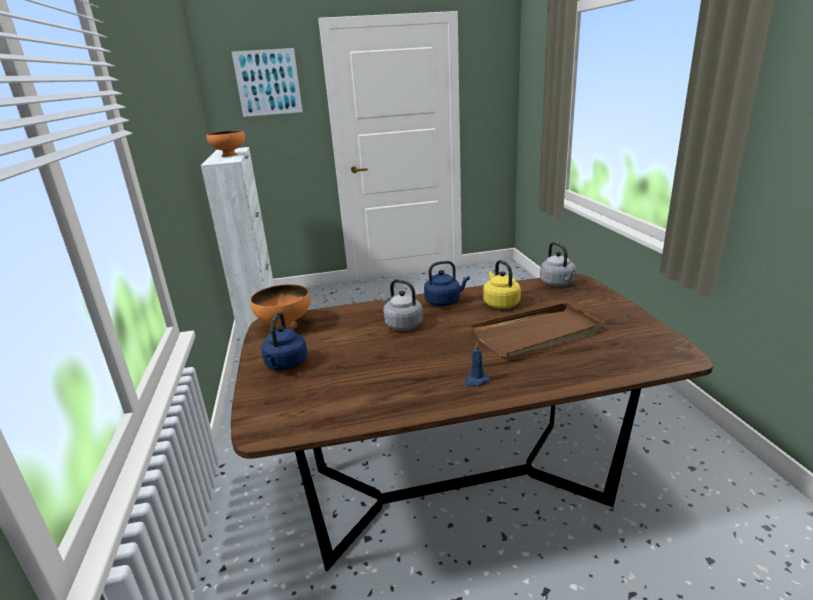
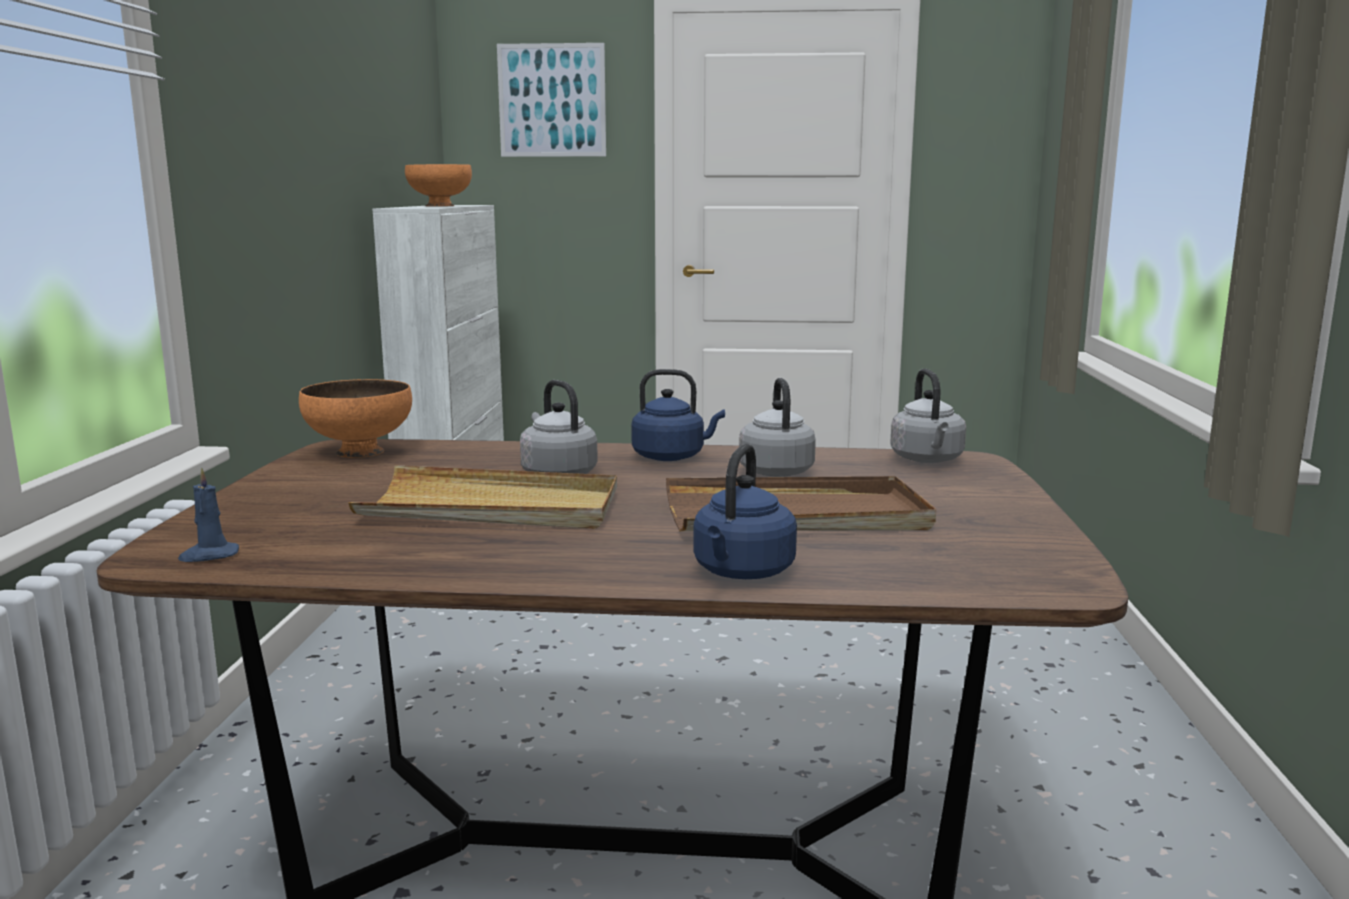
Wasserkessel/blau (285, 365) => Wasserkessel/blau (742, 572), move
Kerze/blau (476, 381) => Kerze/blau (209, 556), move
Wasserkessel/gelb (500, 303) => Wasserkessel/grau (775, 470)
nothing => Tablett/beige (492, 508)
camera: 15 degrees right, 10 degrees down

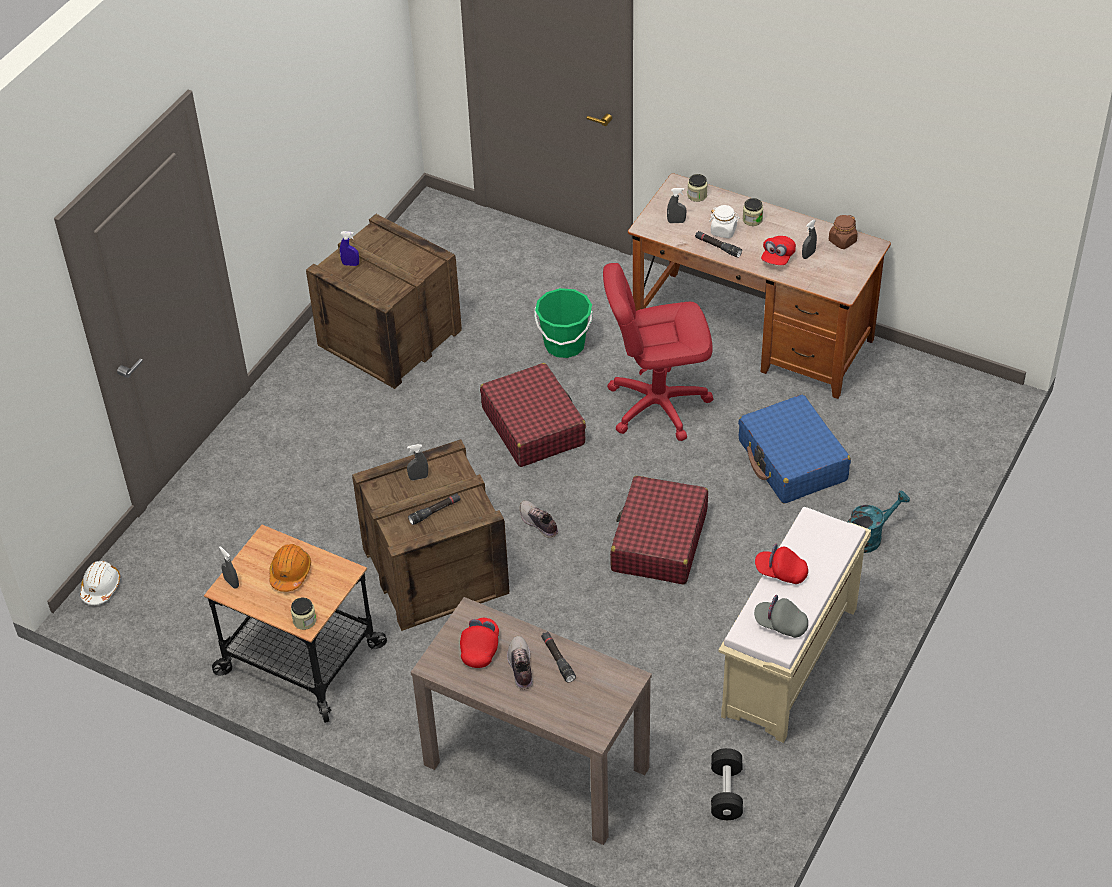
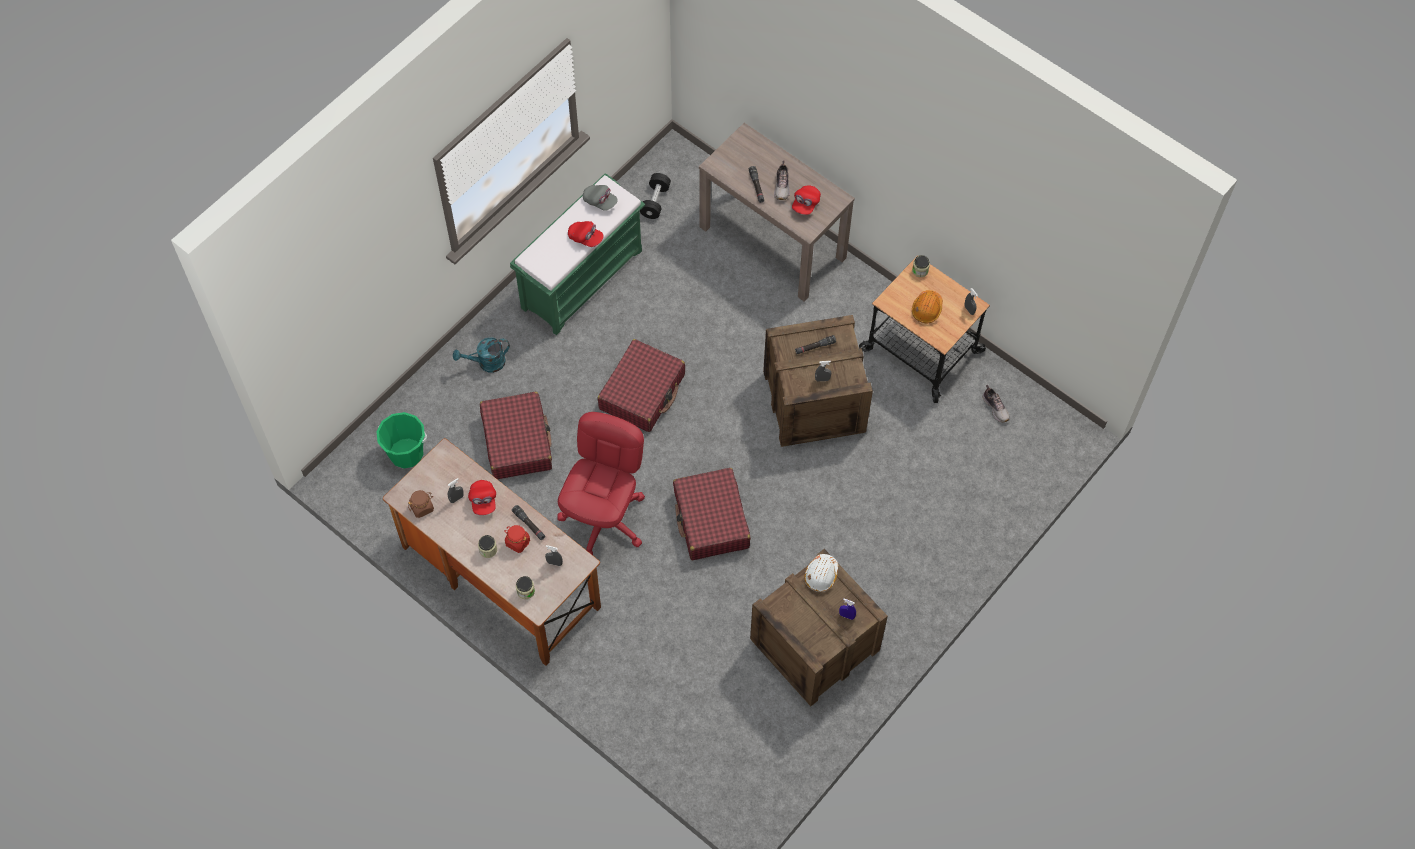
Schutzhelm/weiß (101, 587) => Schutzhelm/weiß (821, 575), move
Schuh (538, 523) => Schuh (996, 408), move
Eimer/grün (564, 345) => Eimer/grün (406, 453), move
Bürostuhl/rot (657, 405) => Bürostuhl/rot (604, 519), 75 degrees counterclockwise
Vorratsglas/weiß (723, 231) => Vorratsglas/rot (517, 542)
Bank/beige (790, 664) => Bank/grün (582, 278)
Koffer/blau (792, 461) => Koffer/rot (517, 441)
Kappe/rot (777, 258) => Kappe/rot (483, 501), 135 degrees clockwise
camera: 170 degrees left, 15 degrees up

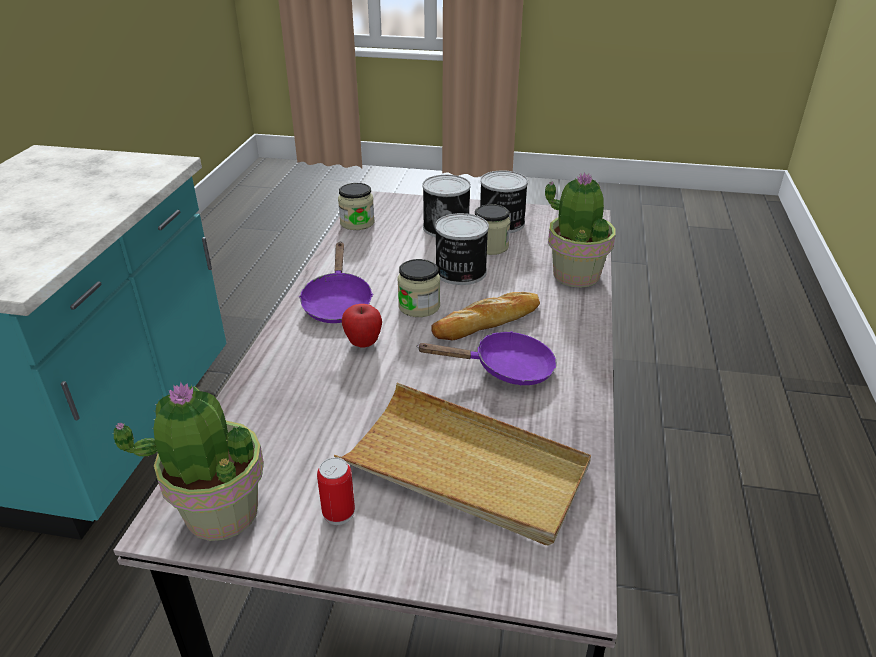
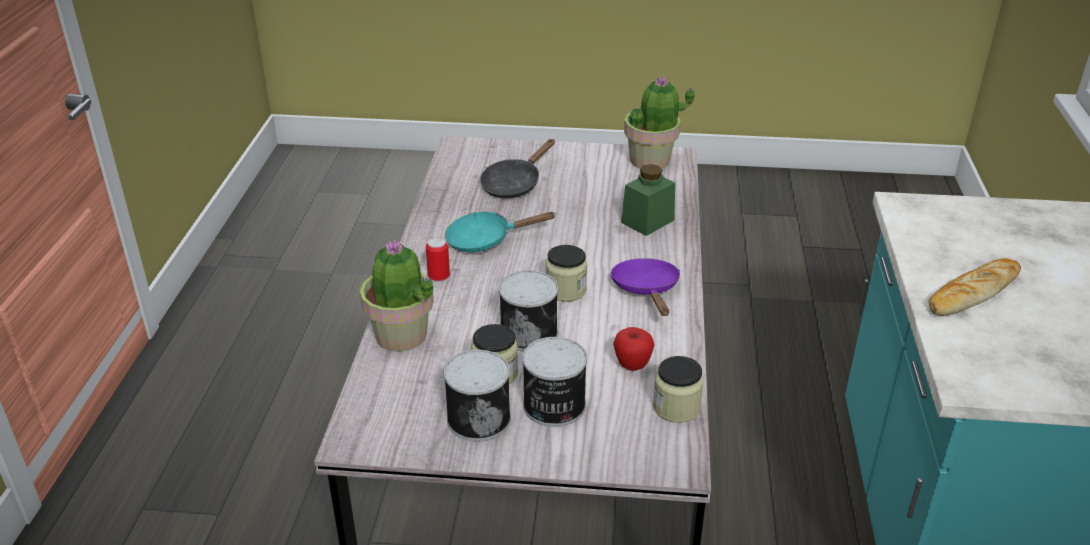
Dose (338, 513) => Dose (439, 277), move
Tablett/beige (465, 467) => Pfanne/schwarz (514, 184)
Apfel (363, 343) => Apfel (632, 365), move
Pfanne/lila (505, 369) => Pfanne/türkis (485, 240)
Brot (488, 321) => Brot (972, 293), move
nothing => Vorratsglas/grün (647, 221)
camera: 175 degrees right, 0 degrees up

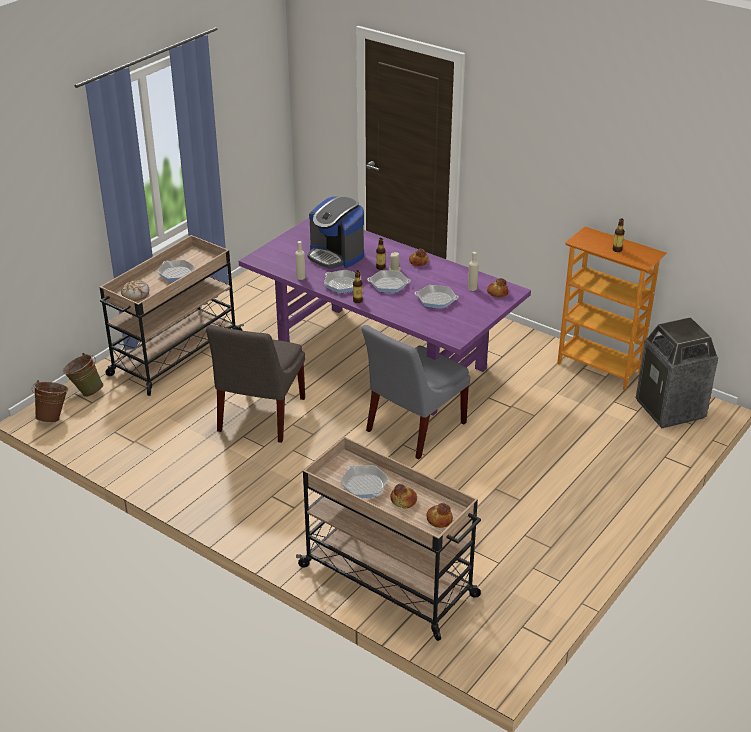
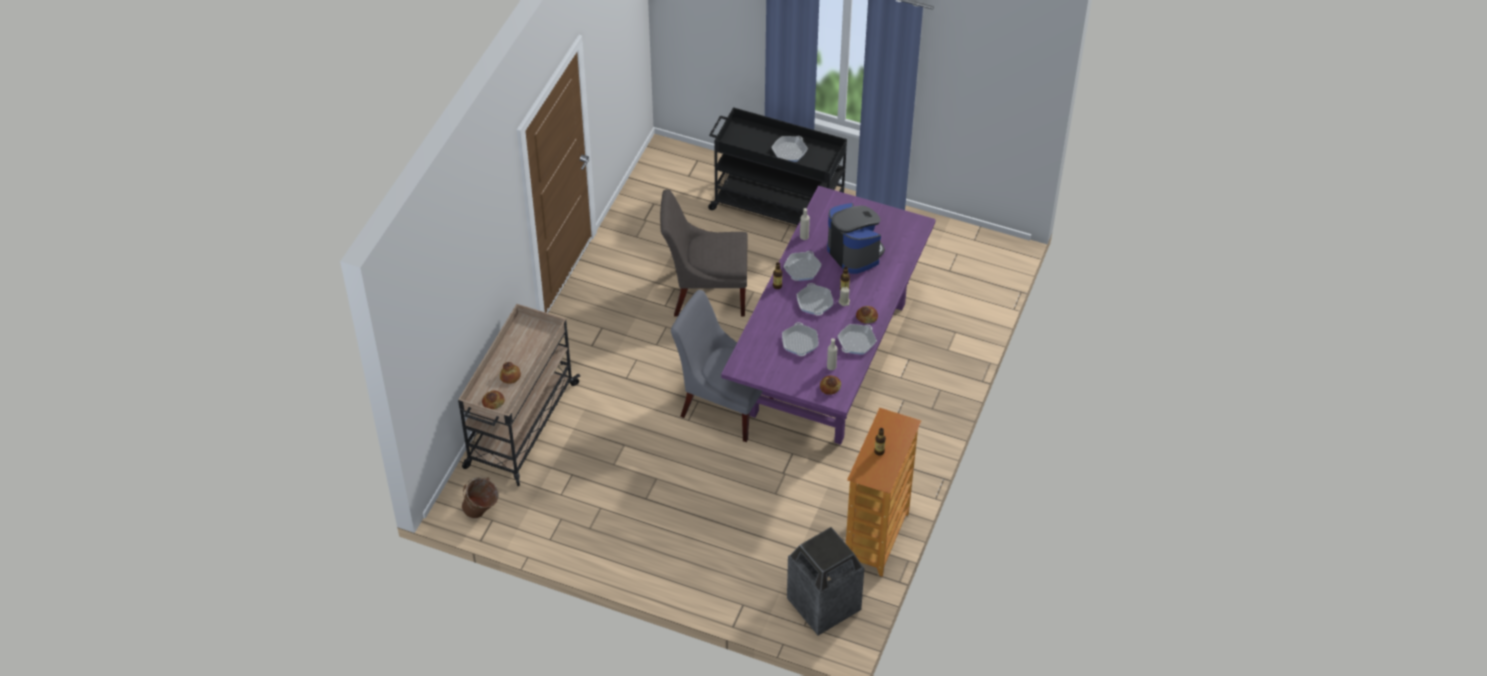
Eimer/braun (54, 417) => Eimer/braun (482, 512), move
Eimer/grün (85, 391) => nothing
Rollwagen/beige (174, 355) => Rollwagen/schwarz (777, 208)
Brot (136, 294) => nothing
Kaffeemaschine (336, 255) => Kaffeemaschine (854, 252), 120 degrees clockwise
Pfanne (364, 485) => Pfanne (856, 342), move
camera: 75 degrees right, 15 degrees up

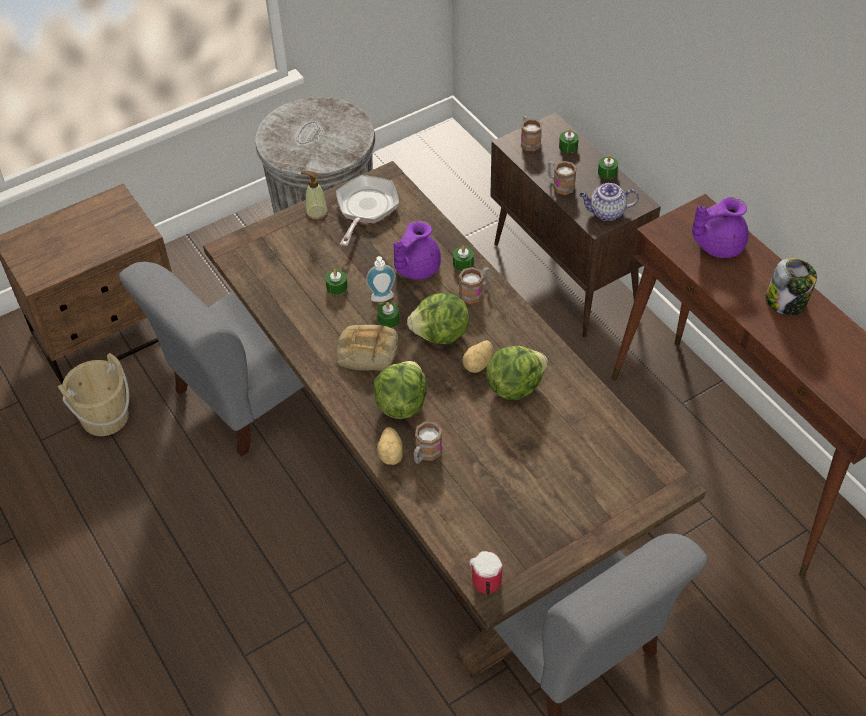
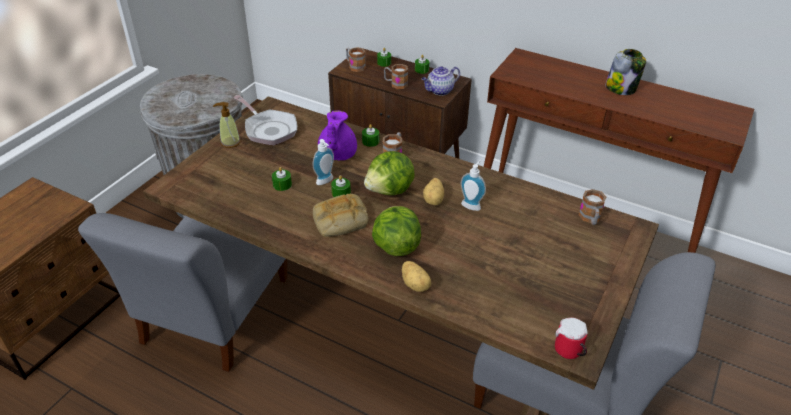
Eimer/beige (105, 417) => nothing
Pfanne (365, 208) => Pfanne (268, 129), 150 degrees clockwise
Henkelbecher (425, 454) => Henkelbecher (590, 219), move
Salatkopf (514, 386) => Seifenspender (472, 205)
Teekanne/lila (717, 245) => nothing
camera: 30 degrees left, 10 degrees down

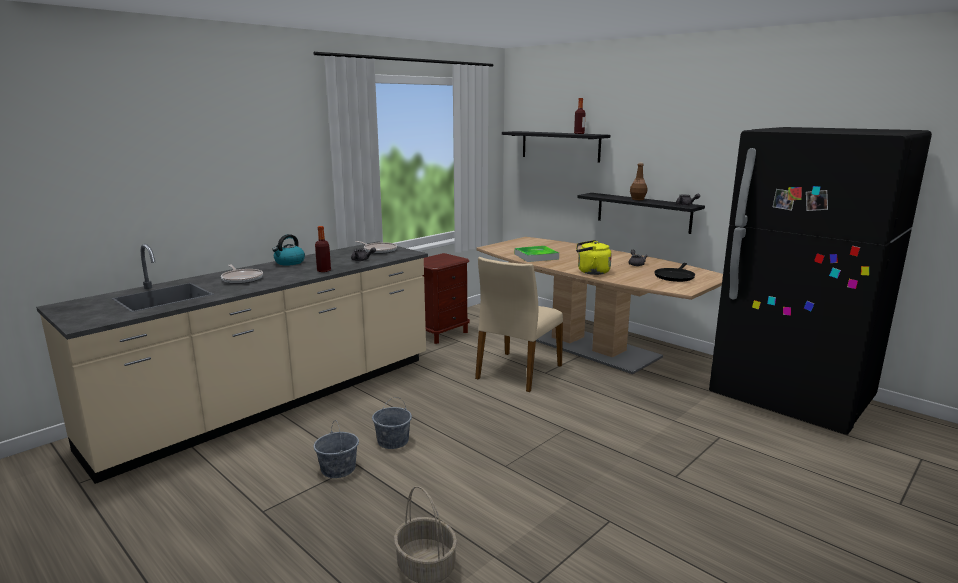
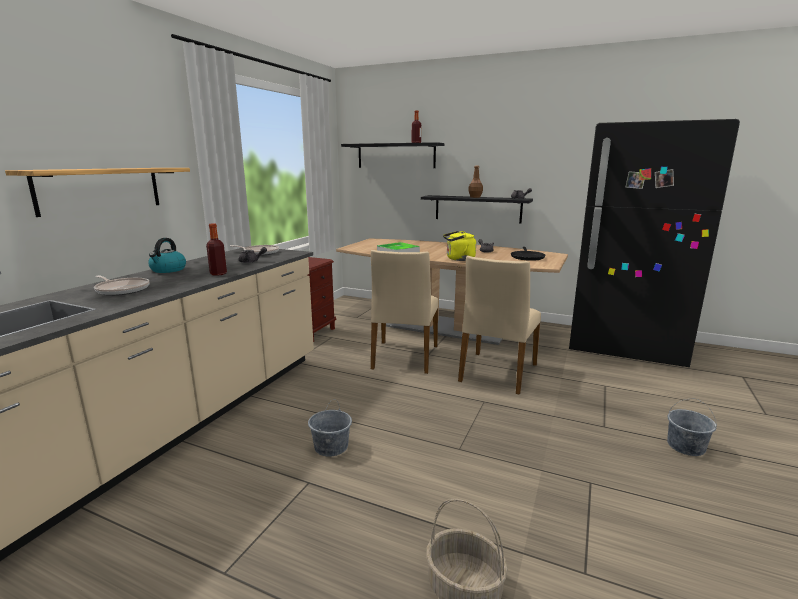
Eimer/grau (338, 469) => Eimer/grau (685, 446), move
nothing => Wandregal (100, 189)
nothing => Stuhl/beige (497, 372)
camera: 20 degrees left, 0 degrees up

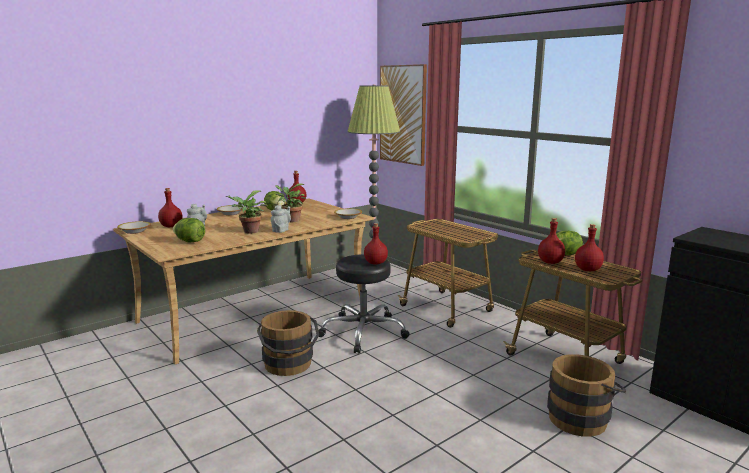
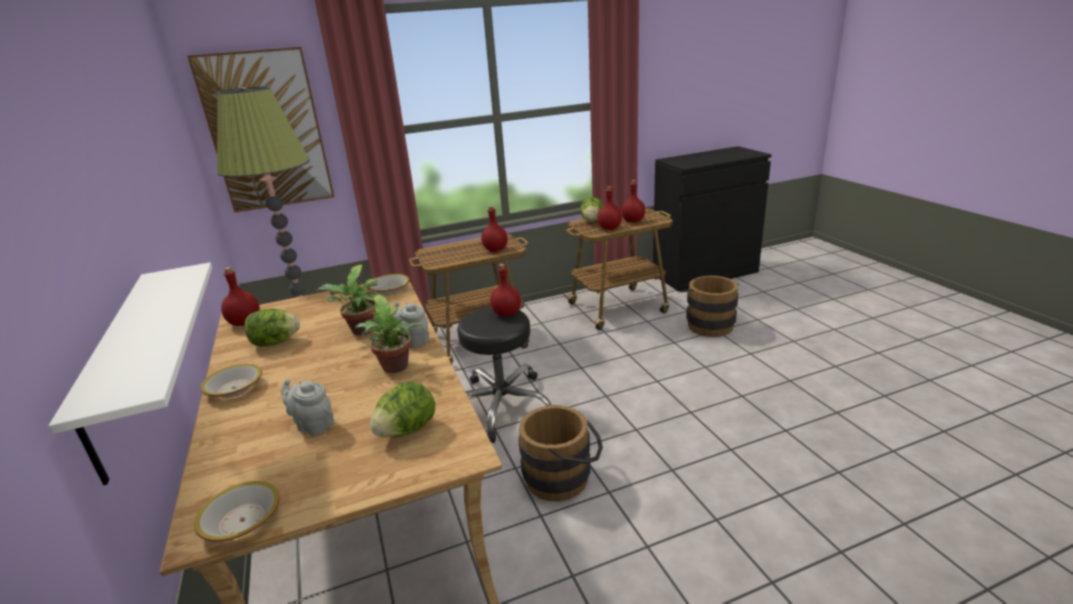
Flasche/rot (171, 226) => Flasche/rot (495, 250), move
nothing => Wandregal/weiß (121, 368)
camera: 70 degrees left, 10 degrees up

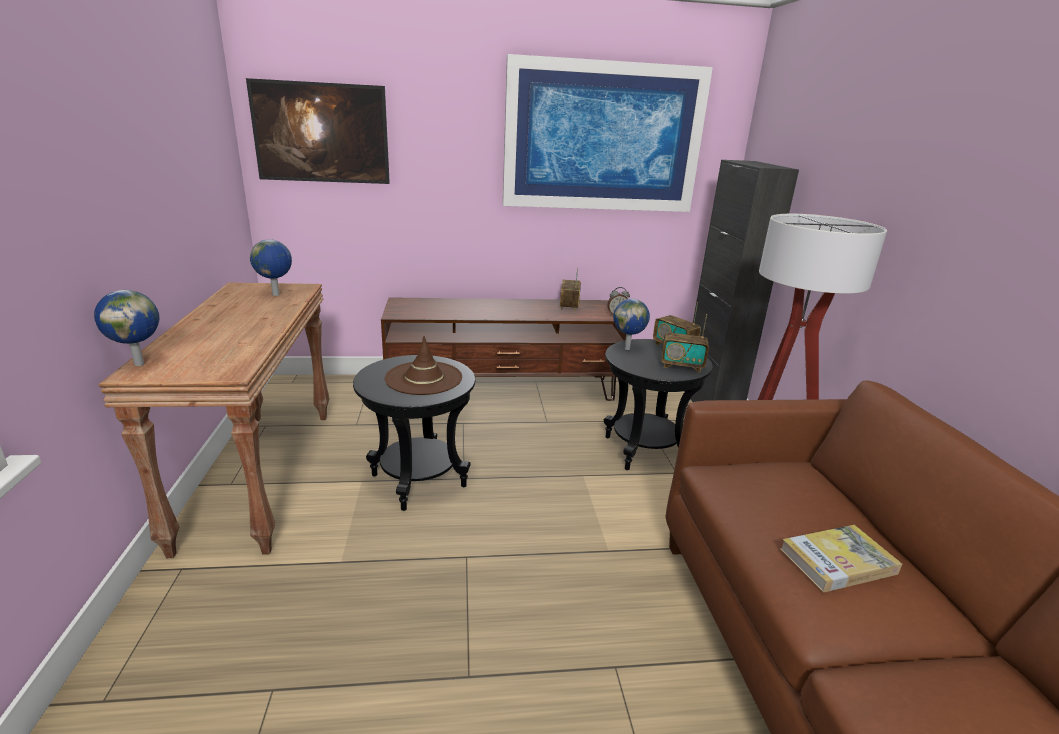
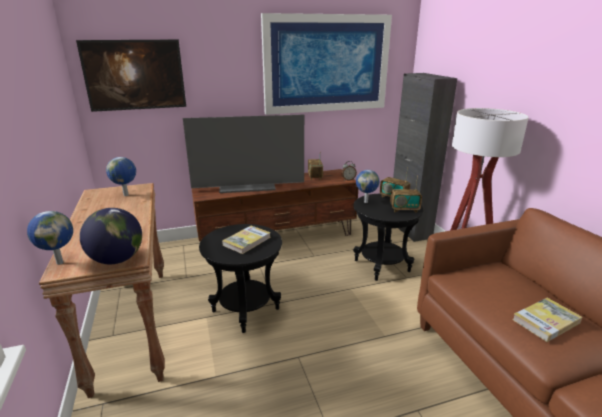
Hut/braun (424, 378) => Buch (247, 241)
nothing => Globus (117, 259)
nothing => Fernseher (248, 186)
camera: 10 degrees left, 0 degrees up

